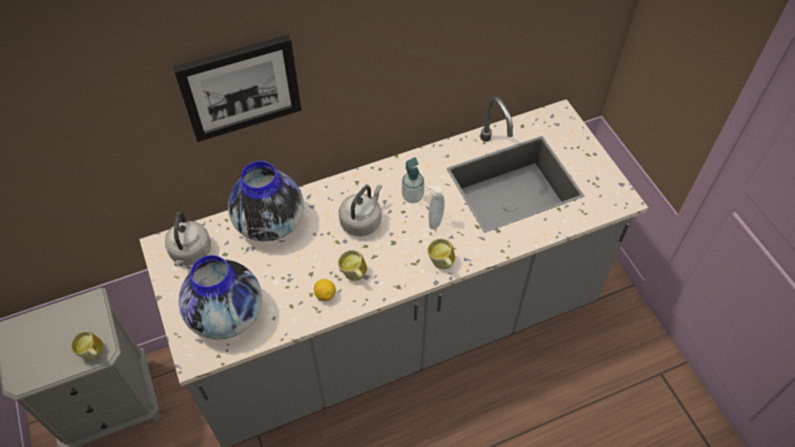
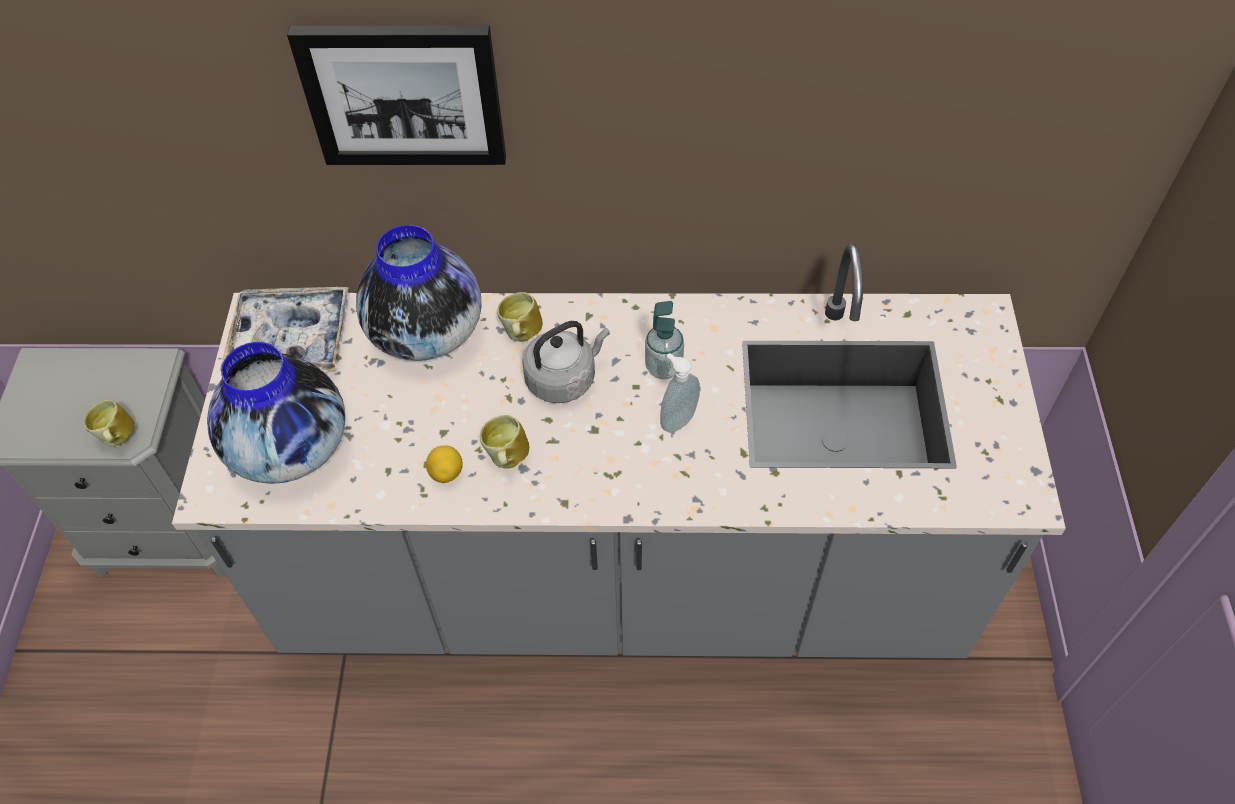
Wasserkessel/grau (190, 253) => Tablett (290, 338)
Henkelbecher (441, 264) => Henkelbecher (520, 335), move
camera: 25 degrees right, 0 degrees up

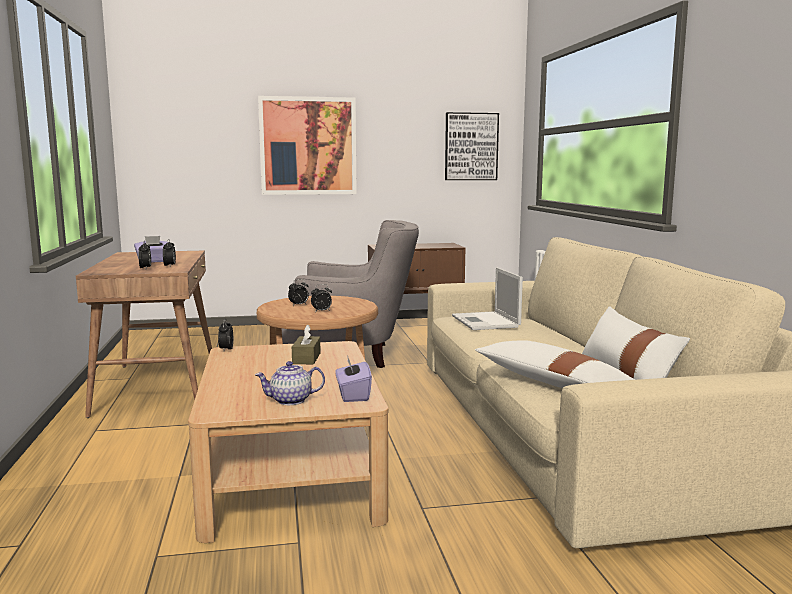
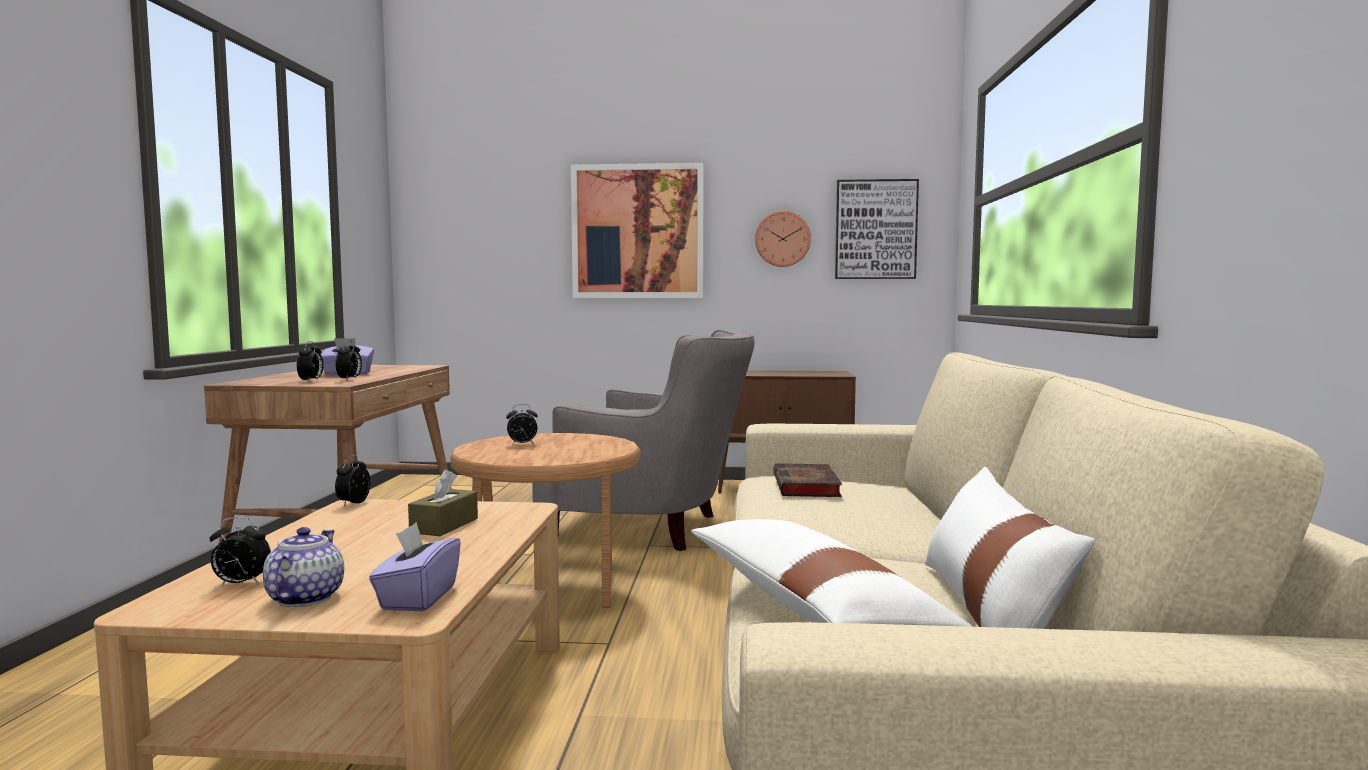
Teekanne (290, 400) => Teekanne (304, 598), 90 degrees clockwise
Wecker (321, 311) => Wecker (240, 584), move
Laptop (486, 322) => Buch (807, 487)
nothing => Wanduhr (782, 239)
camera: 15 degrees right, 5 degrees down

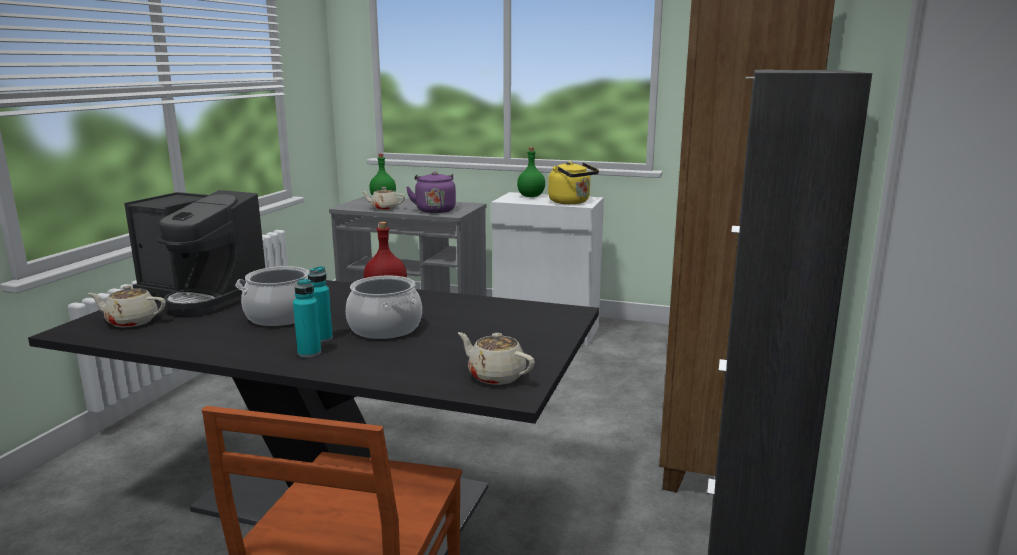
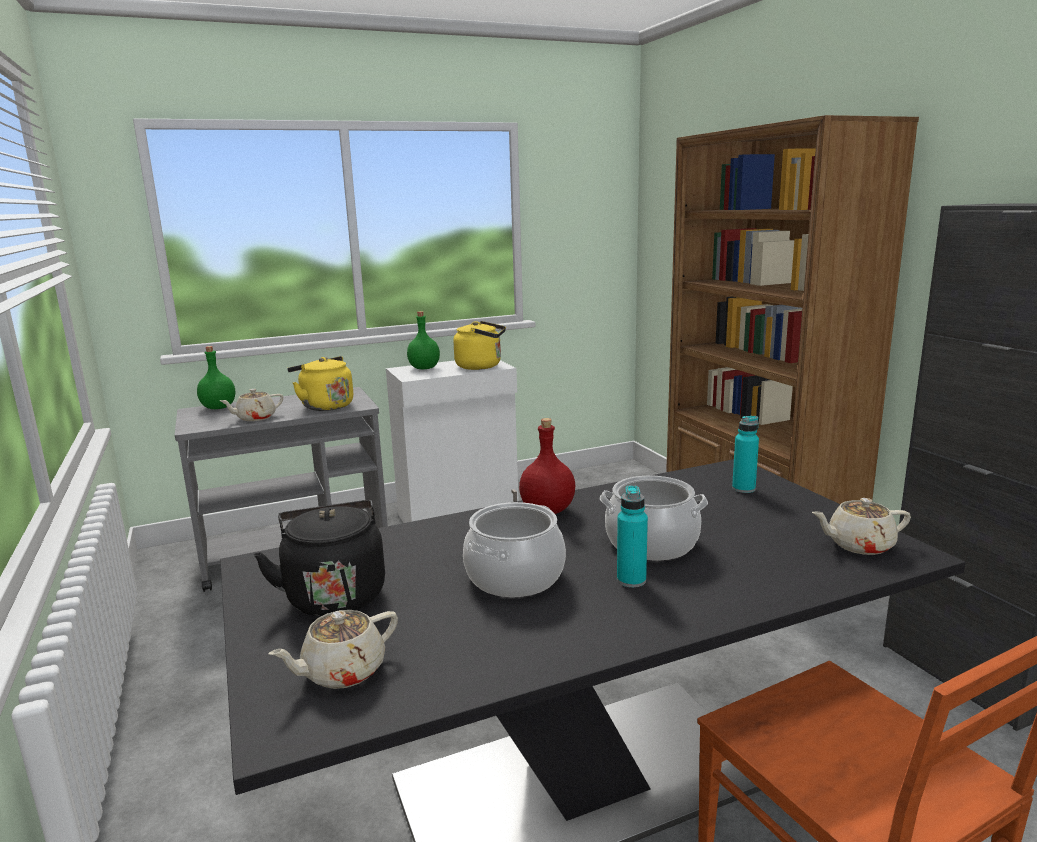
Kaffeemaschine (203, 295) => Wasserkessel/schwarz (334, 594)
Flasche/türkis (309, 353) => Flasche/türkis (743, 489), move
Wasserkessel/lila (435, 210) => Wasserkessel/gelb (325, 406)
camera: 40 degrees left, 0 degrees up

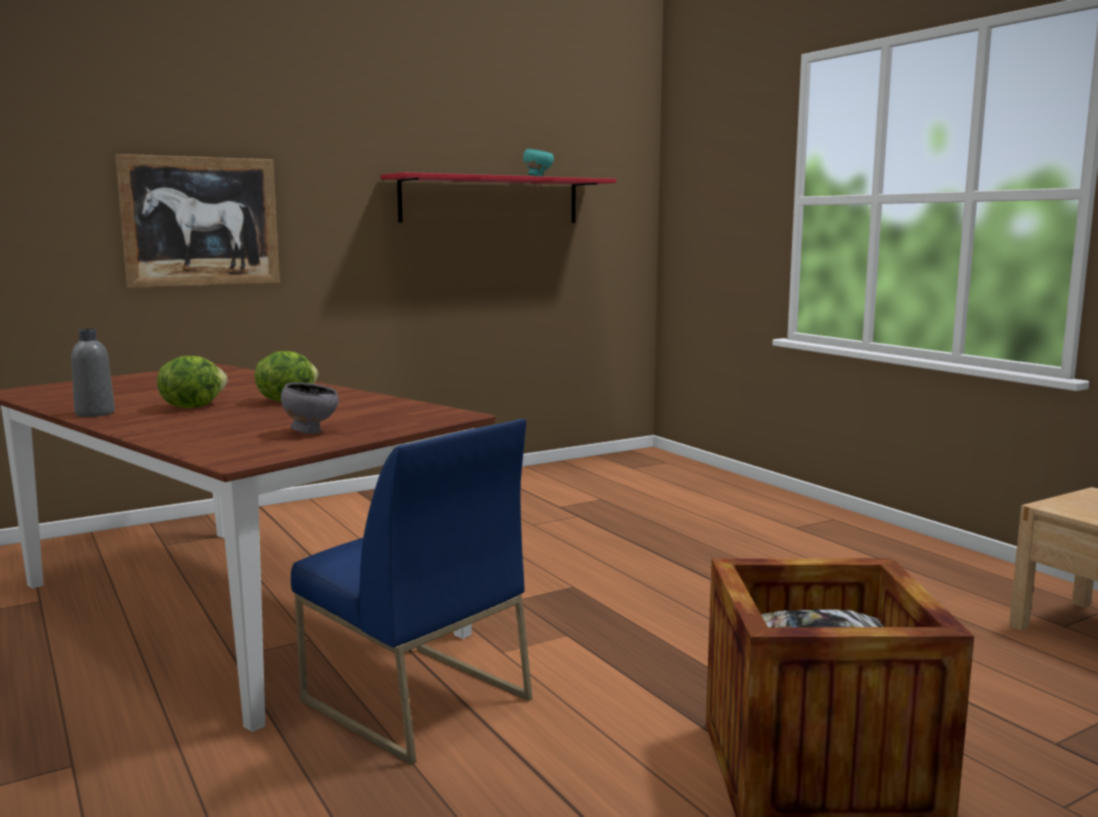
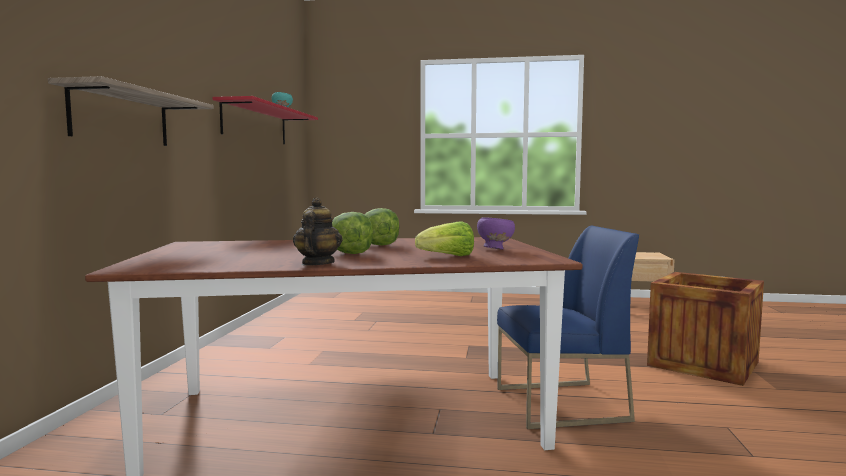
Flasche/grau (95, 413) => Teekanne (317, 264)
Bild (201, 221) => Wandregal (121, 117)
Schüssel/grau (311, 432) => Schüssel/lila (494, 249)
nothing => Salatkopf (448, 256)
camera: 50 degrees left, 5 degrees down

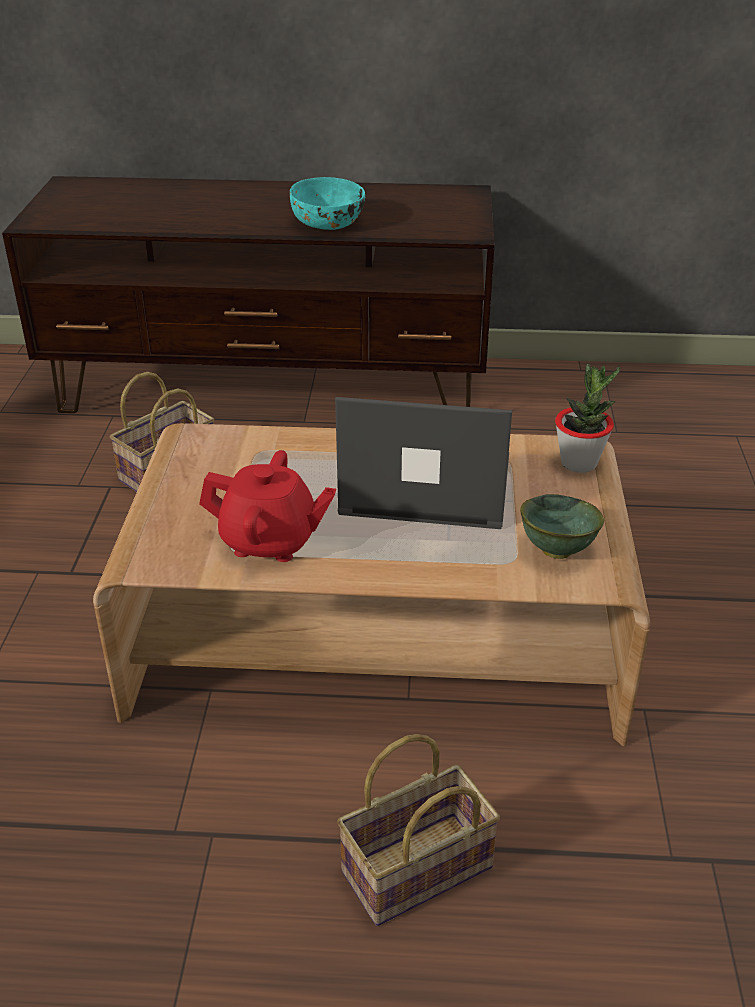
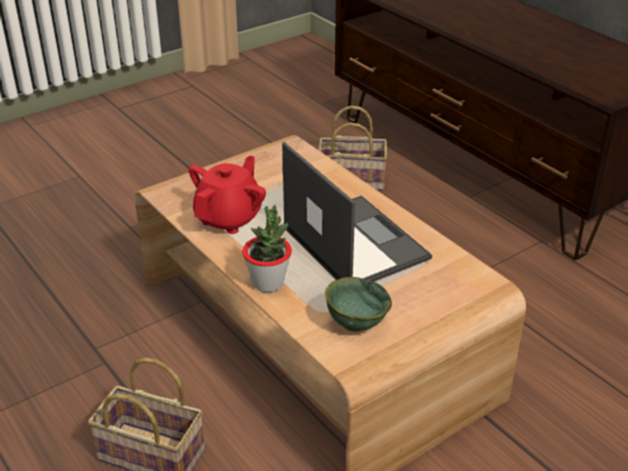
Teekanne/rot (270, 541) => Teekanne/rot (229, 218), 120 degrees counterclockwise
Schüssel/türkis (328, 223) => nothing
Topfpflanze (579, 463) => Topfpflanze (268, 283), move
camera: 50 degrees right, 0 degrees up

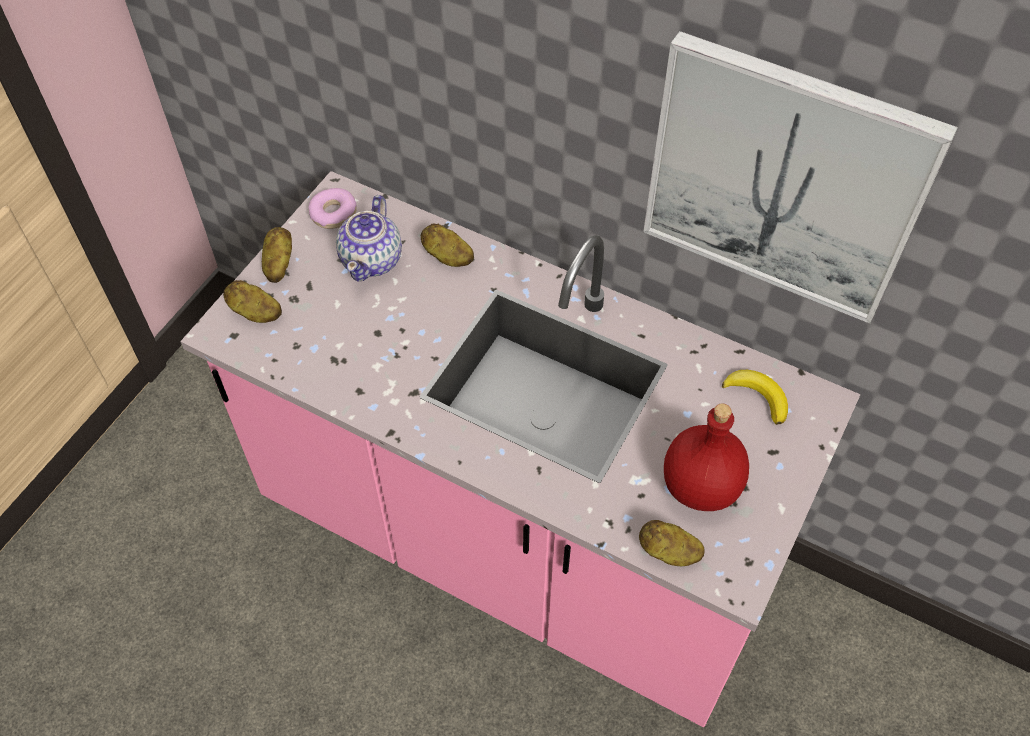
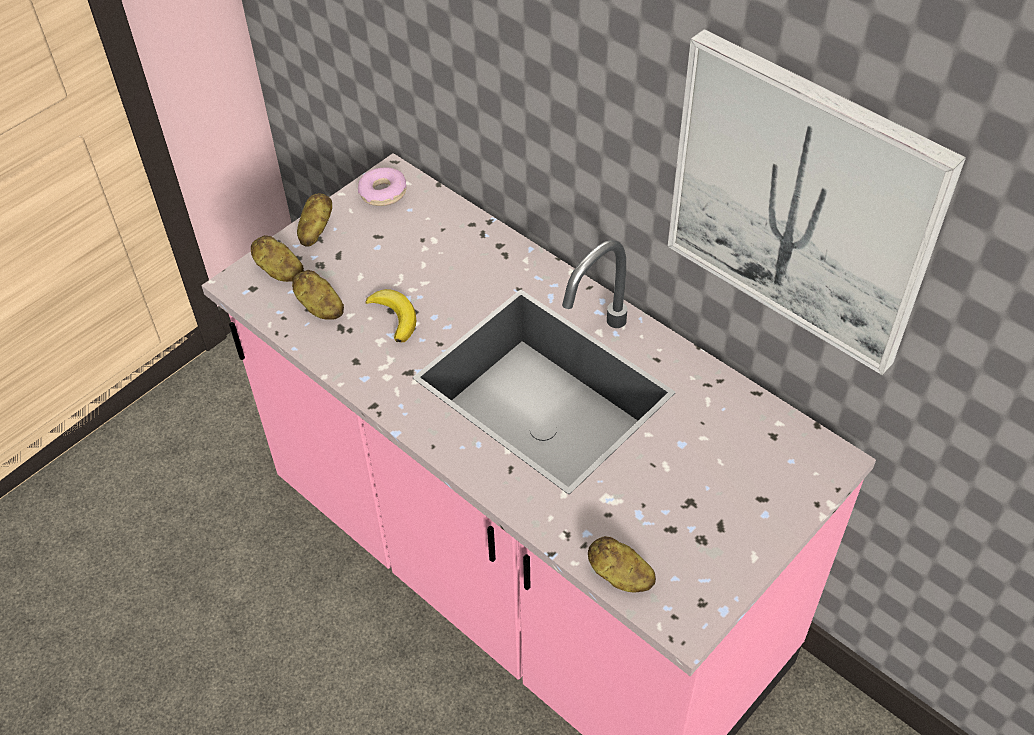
Teekanne (372, 260) => nothing
Kartoffel (447, 256) => Kartoffel (319, 307), move
Flasche/rot (701, 485) => nothing
Banane (758, 397) => Banane (395, 317), move
camera: 15 degrees right, 5 degrees down

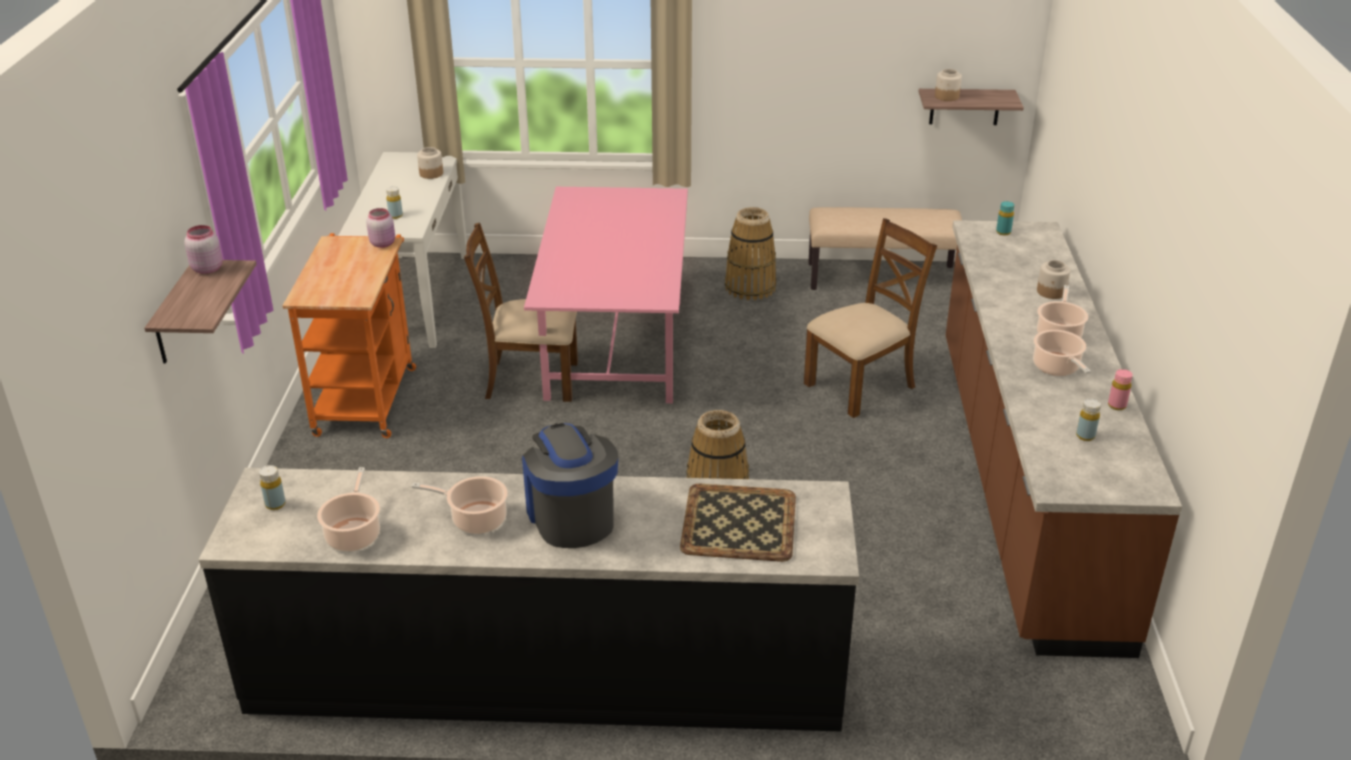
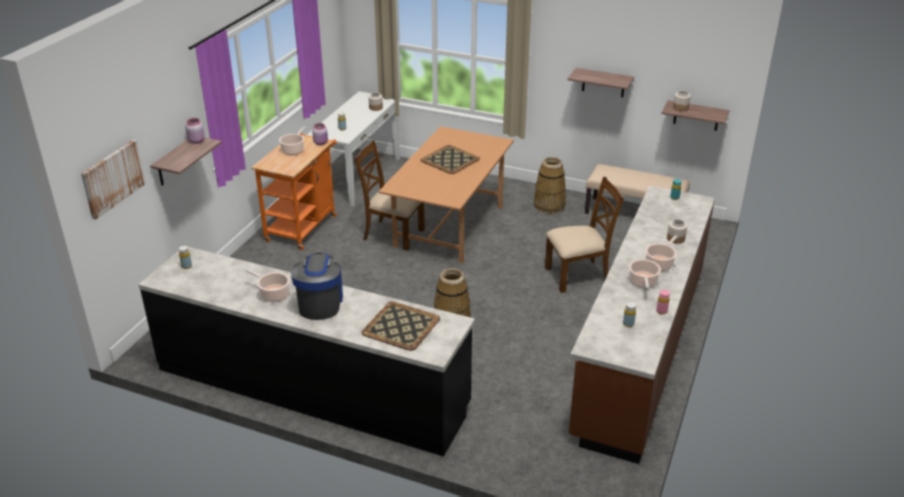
Kochtopf (354, 533) => Kochtopf (293, 150), move
Esstisch/rosa (614, 348) => Esstisch/braun (449, 225)
nothing => Bild (112, 178)
nothing => Tablett (451, 160)
nothing => Wandregal (603, 83)
camera: 20 degrees right, 0 degrees up

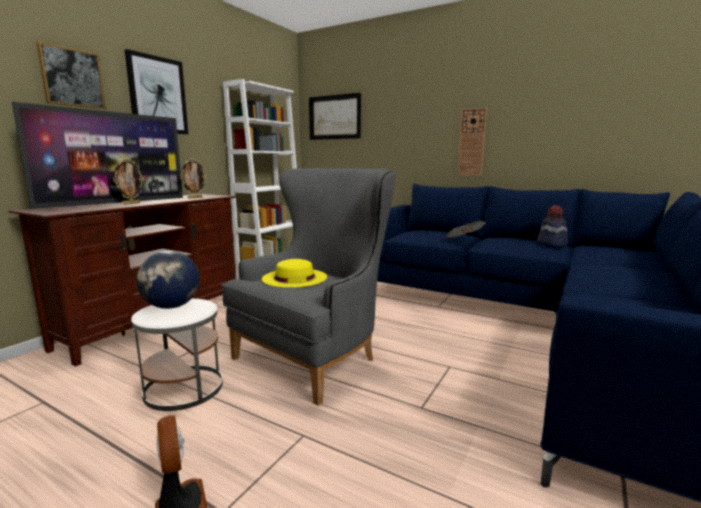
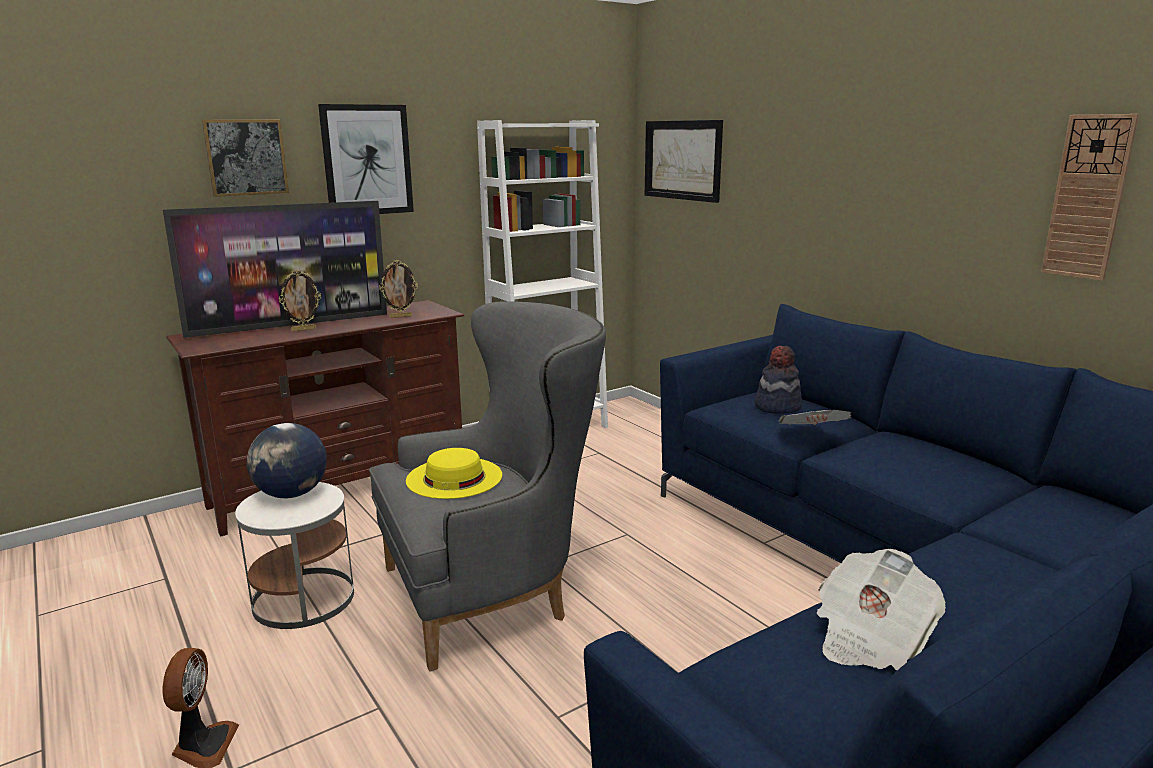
Wanduhr (472, 142) => Wanduhr (1088, 197), move
Hut (551, 244) => Hut (777, 406), move
nothing => Zeitung (870, 637)
camera: 25 degrees right, 5 degrees up

